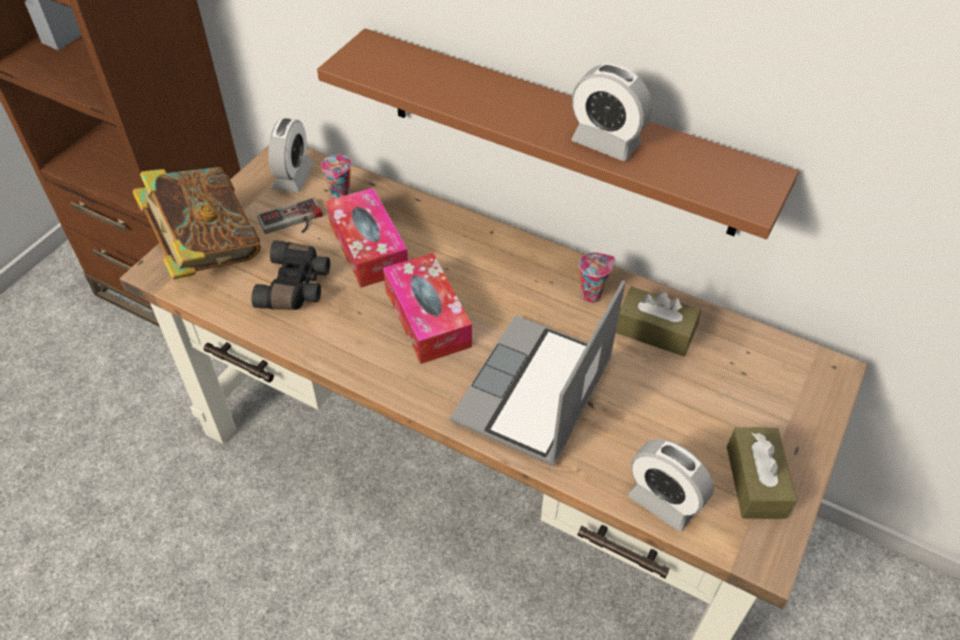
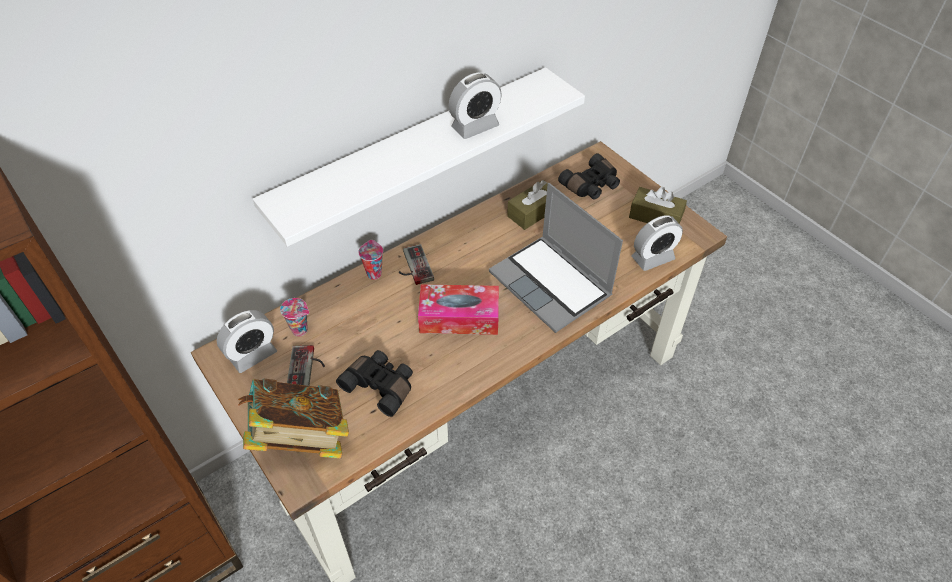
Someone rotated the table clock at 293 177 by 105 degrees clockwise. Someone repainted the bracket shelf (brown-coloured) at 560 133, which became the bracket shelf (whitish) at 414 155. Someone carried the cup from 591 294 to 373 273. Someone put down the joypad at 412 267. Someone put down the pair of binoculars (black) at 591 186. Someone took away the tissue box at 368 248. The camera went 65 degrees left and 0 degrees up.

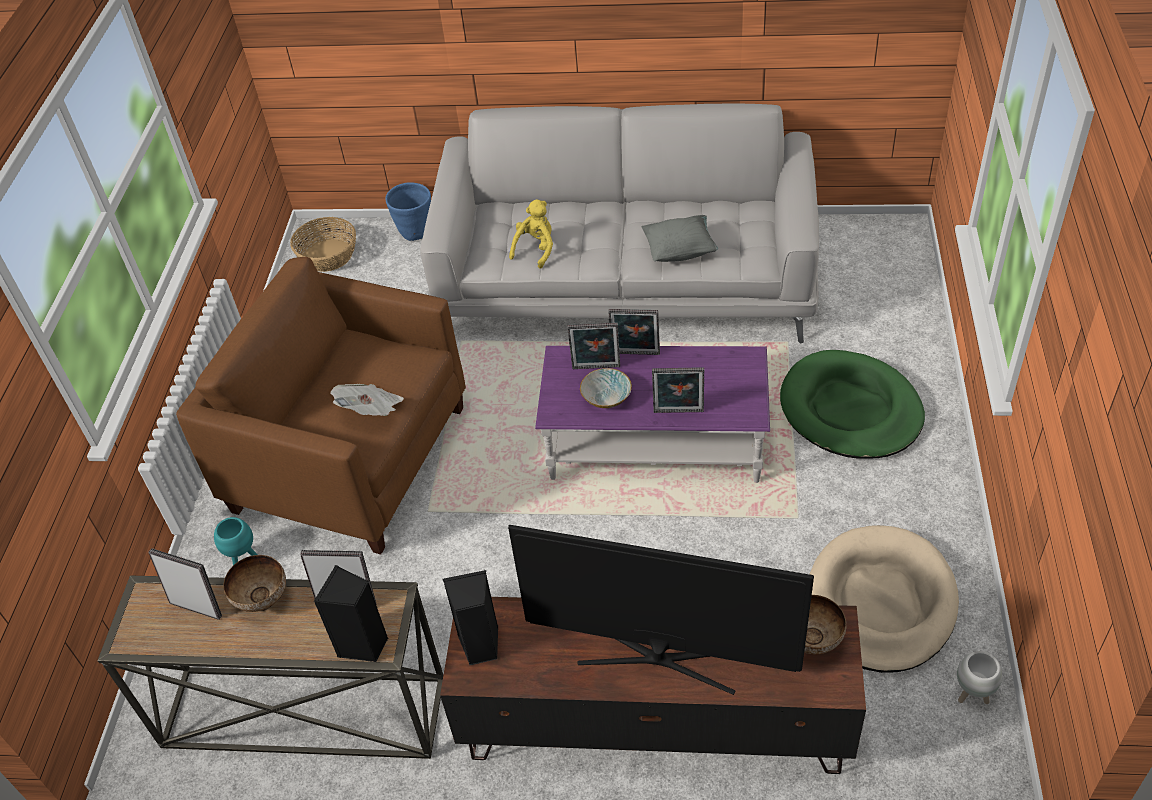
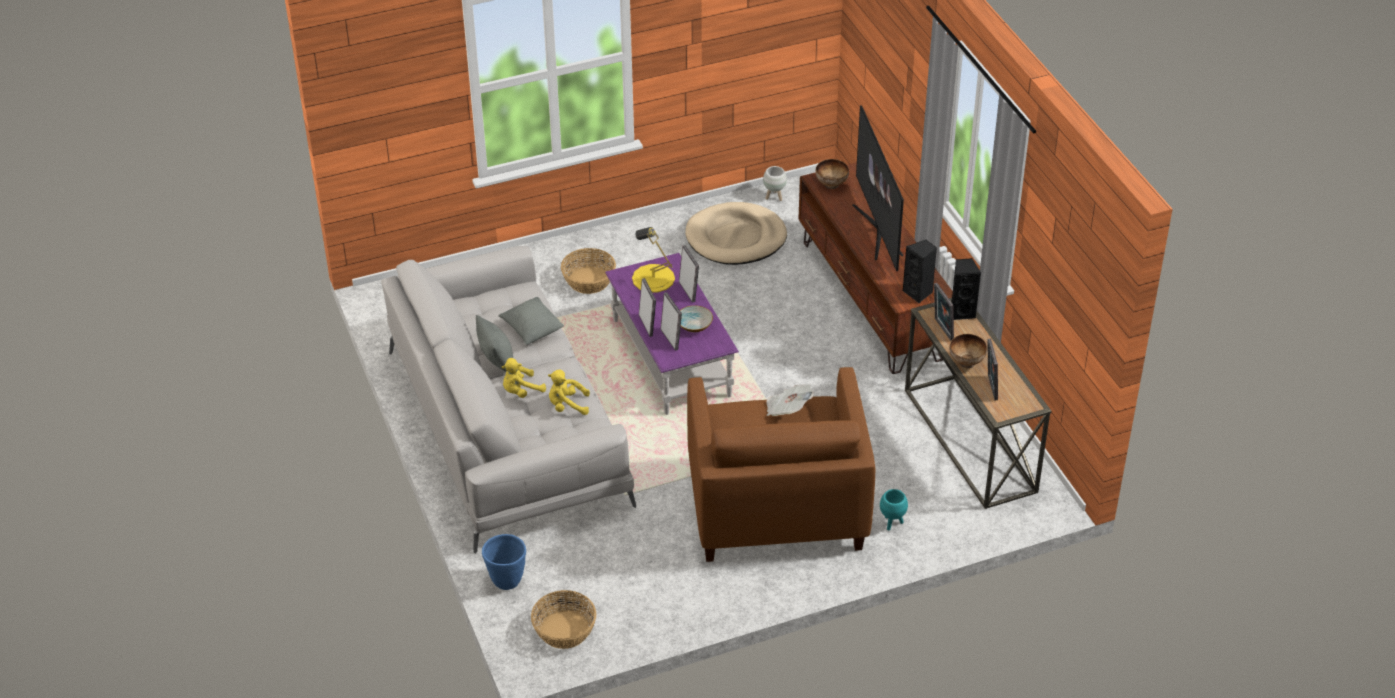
Someone put down the cushion (greyish) at 497 360. Someone put down the cuddly toy (yellowish) at 521 391. Someone swapped the dog cushion (green) at 850 410 for the storage basket at 589 280. Someone put down the table lamp (yellowish) at 653 278. The camera went 120 degrees left and 5 degrees down.

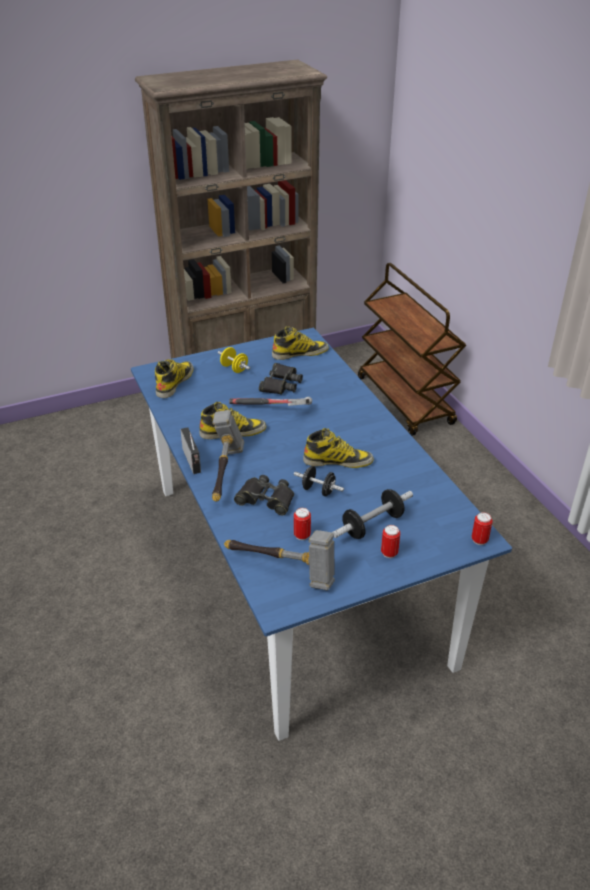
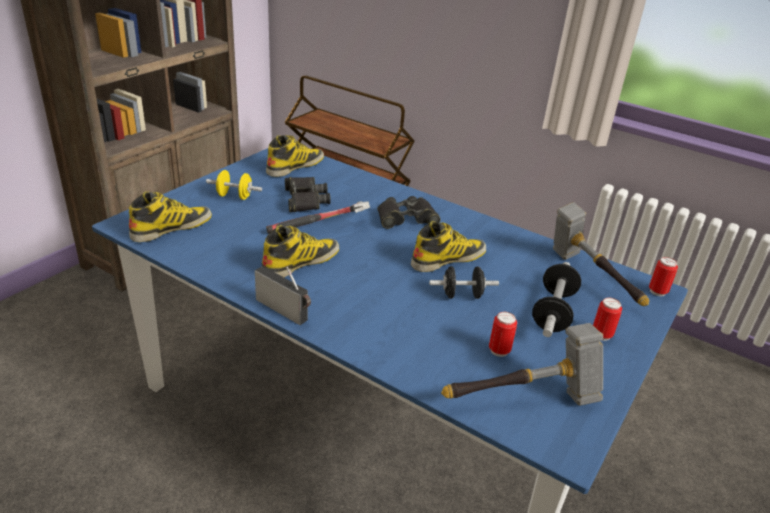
Someone rotated the boot at 174 382 by 60 degrees clockwise. Someone carried the pair of binoculars (black) from 266 499 to 406 218. Someone carried the tool hammer from 225 473 to 591 279. The camera went 35 degrees left and 5 degrees down.

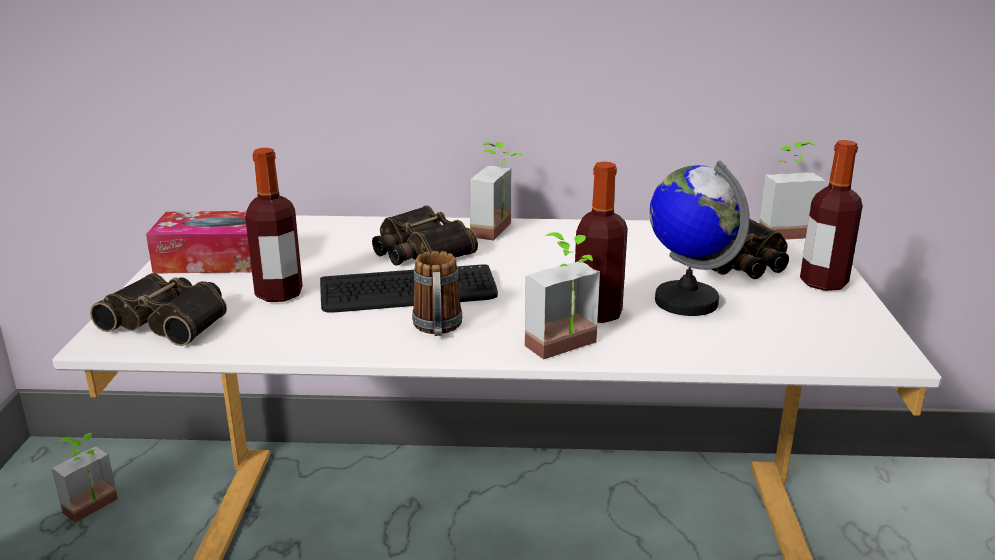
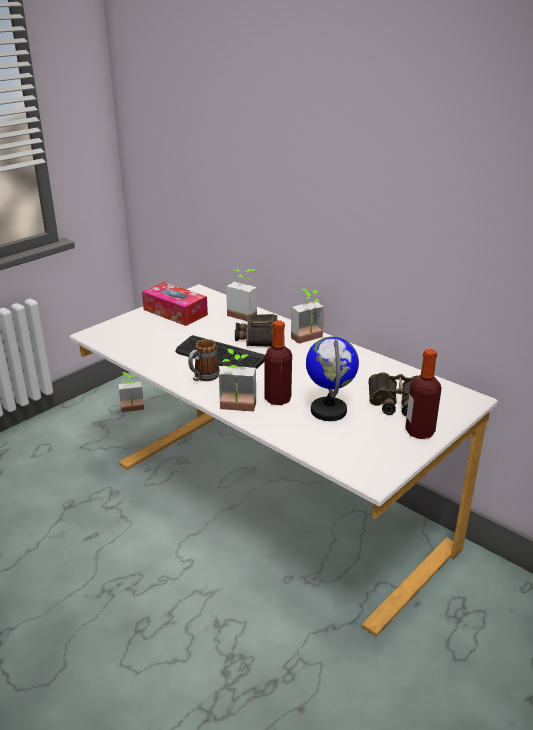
Someone carried the plant in a pot from 782 230 to 245 314. Someone took away the pair of binoculars at 170 320. Someone took away the drink bottle at 279 294. The camera went 40 degrees right and 5 degrees up.

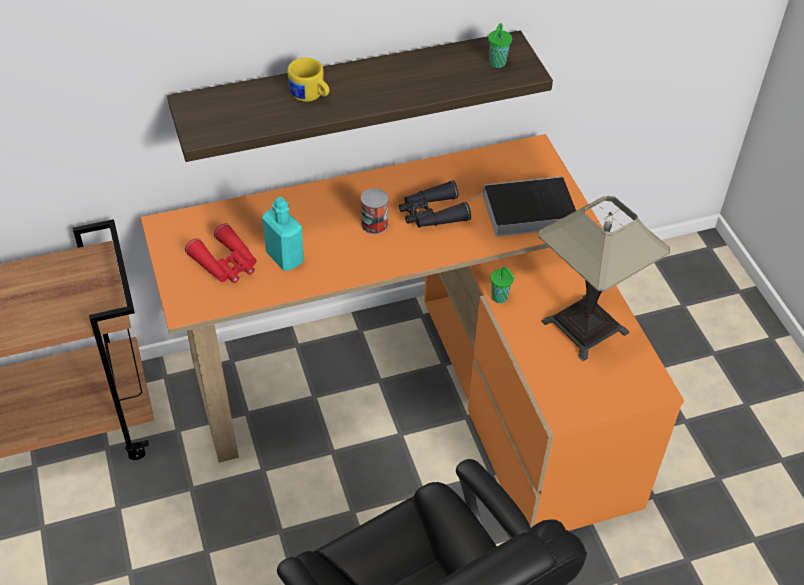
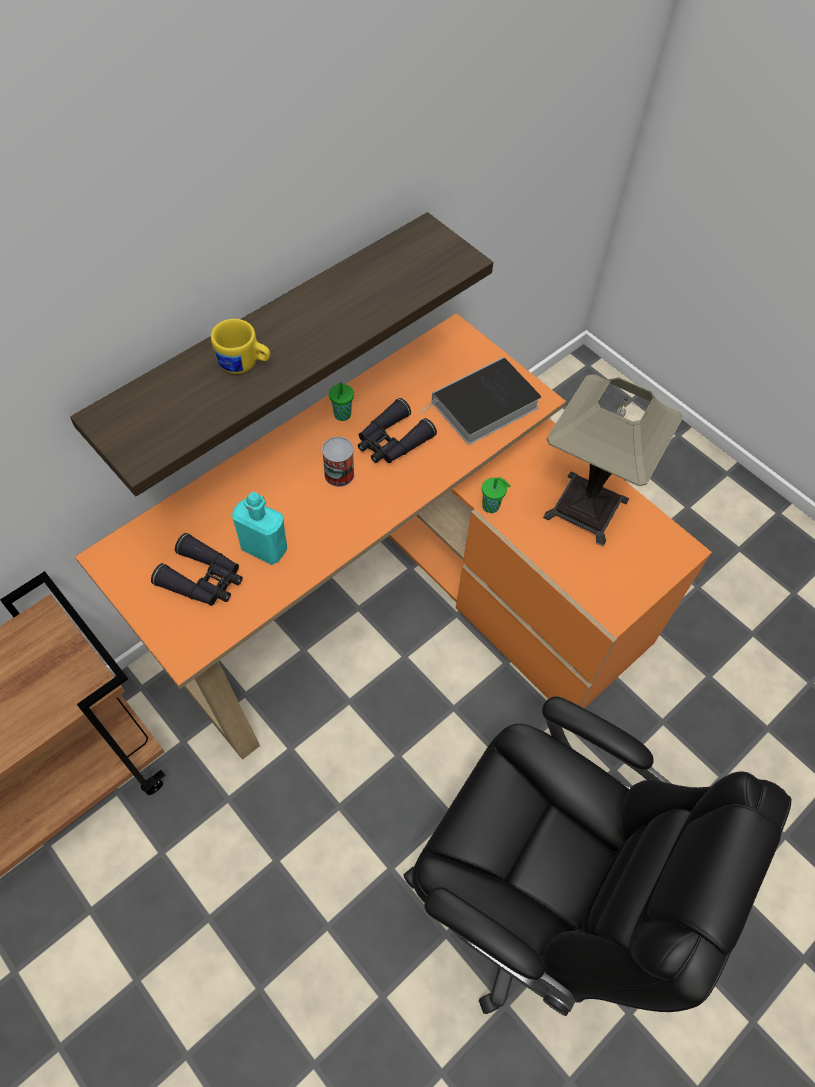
Someone repainted the pair of binoculars (red) at 226 264, which became the pair of binoculars (black) at 203 579. Someone carried the cup (green) from 496 63 to 342 415. The camera went 25 degrees left and 10 degrees up.

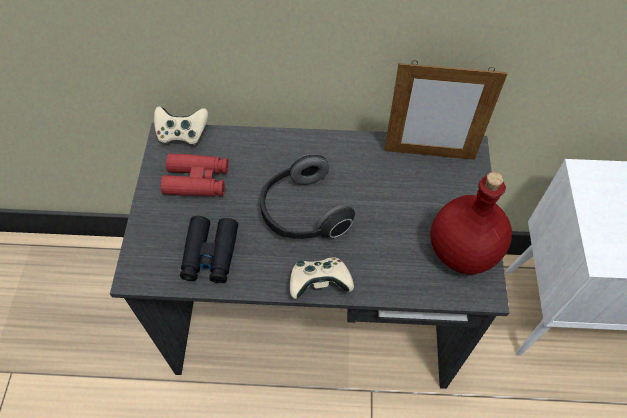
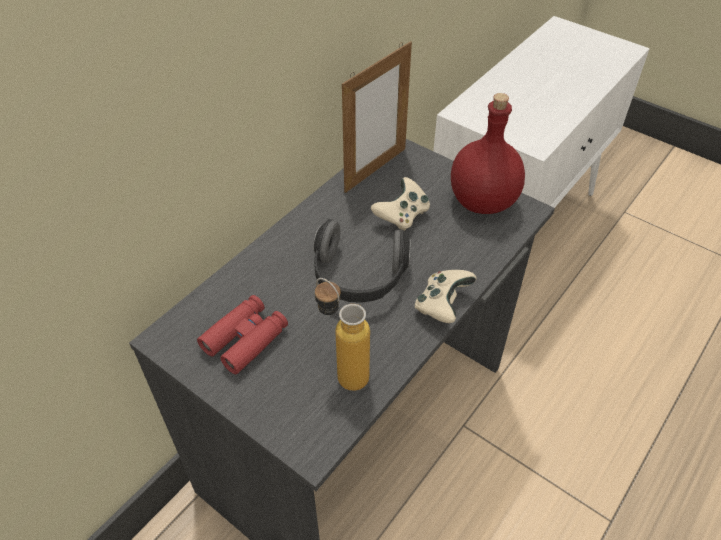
Someone swapped the pair of binoculars (black) at 210 254 for the drink bottle at 343 371. Someone carried the joypad (sand-coloured) from 182 134 to 402 216. The camera went 55 degrees left and 10 degrees down.

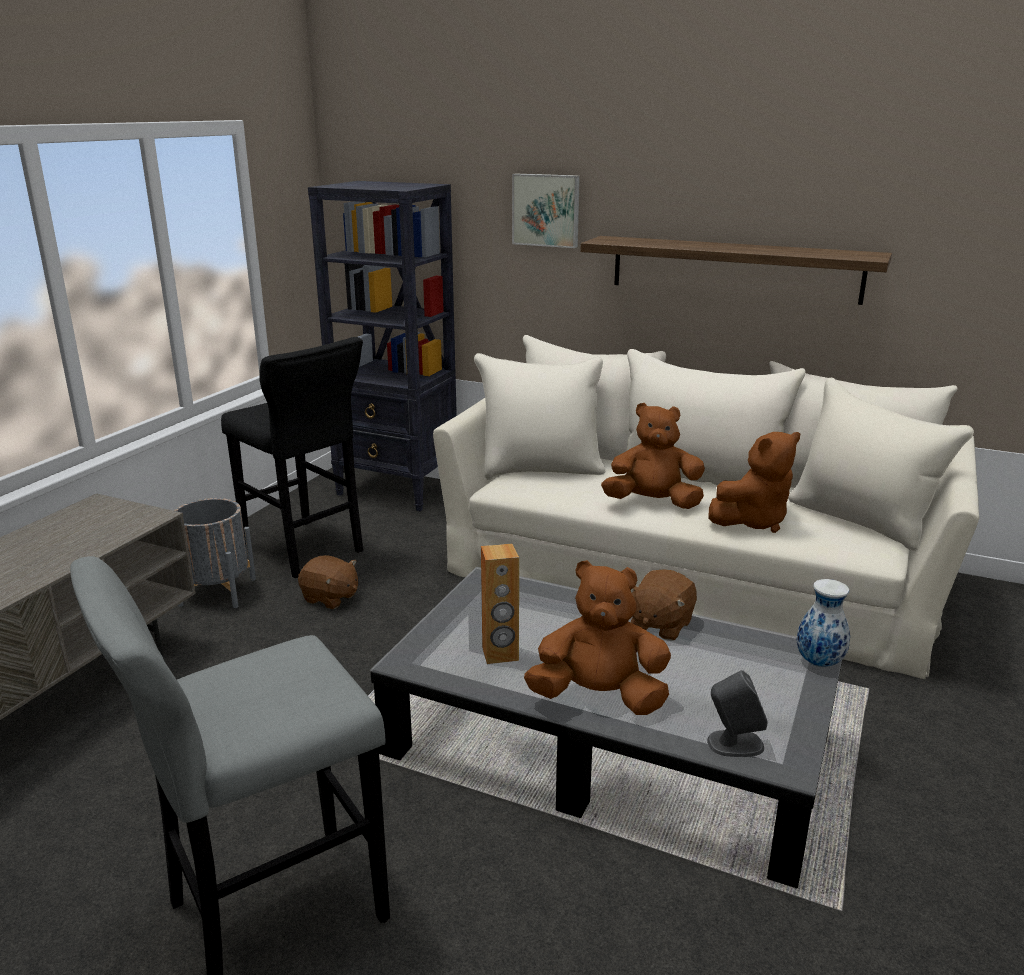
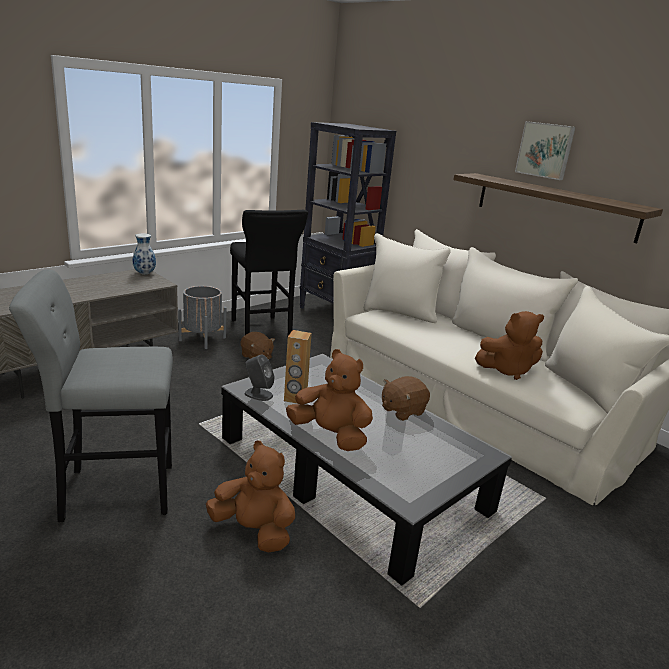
Someone carried the flower vase from 820 662 to 145 273. Someone carried the cuddly toy (brown-coloured) from 652 503 to 254 530. Someone carried the loudspeaker (greyish) from 734 744 to 258 394. Someone carried the wall art from 546 210 to 545 150. The camera went 20 degrees right and 0 degrees up.

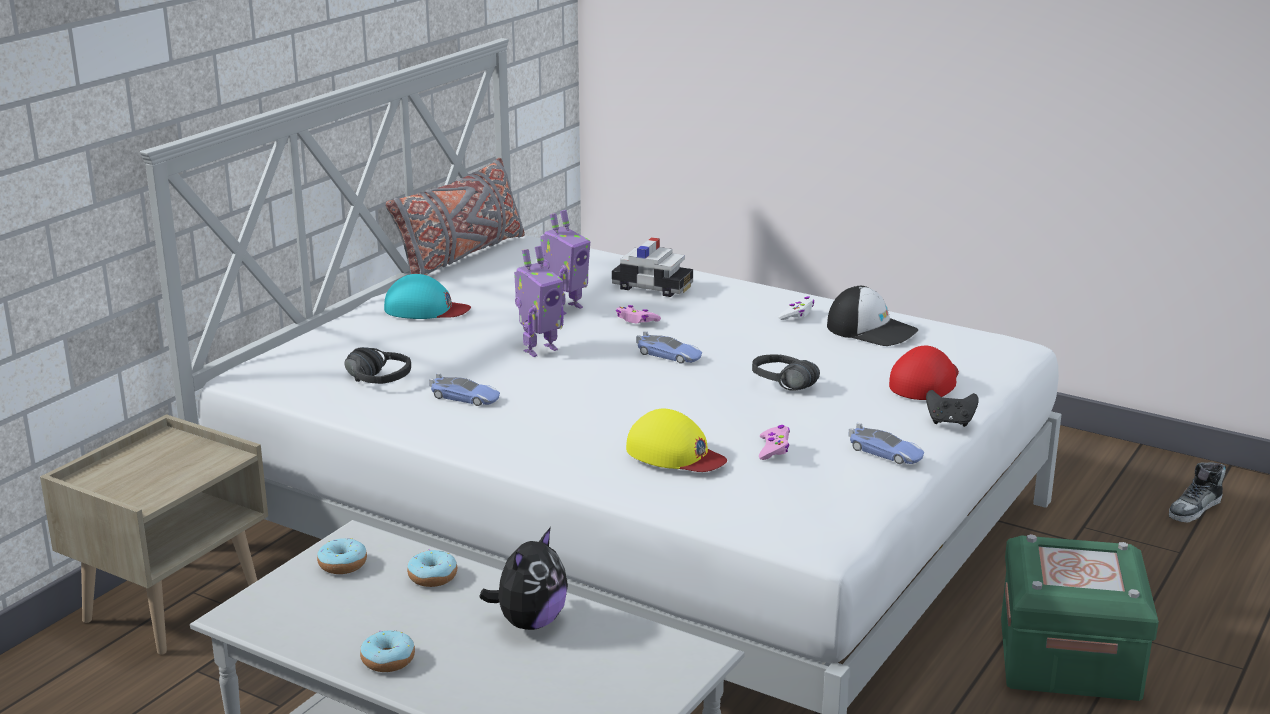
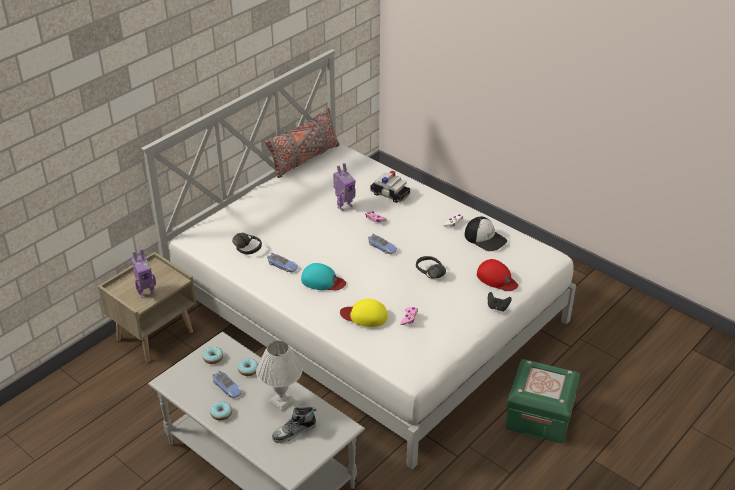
Someone carried the toy robot from 539 350 to 146 292. Someone carried the miniature car from 885 453 to 227 387. Someone swapped the cuddly toy at 529 622 for the table lamp (whitish) at 282 400. Someone carried the item of footwear from 1195 509 to 294 431. Someone carried the cap (blue-green) from 425 309 to 322 281. Someone rotated the cap (yellowish) at 675 454 by 150 degrees clockwise. Someone rotated the cap (red) at 926 382 by 90 degrees clockwise. The camera went 10 degrees right and 15 degrees up.

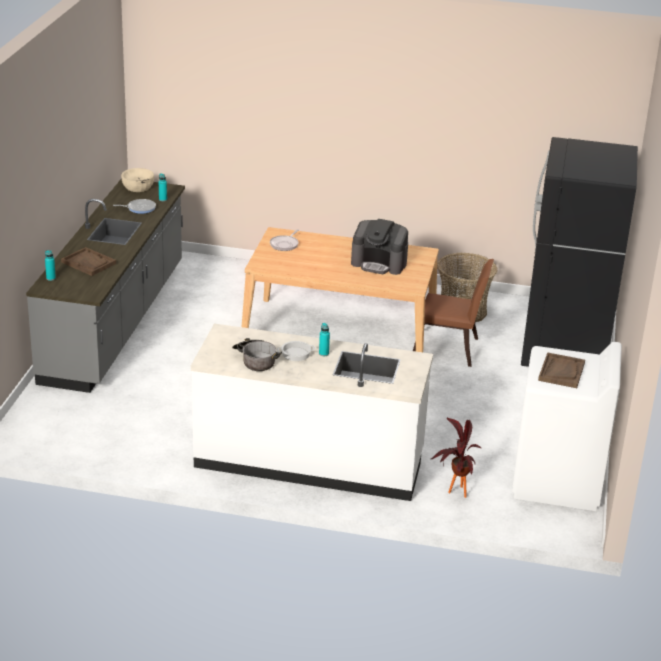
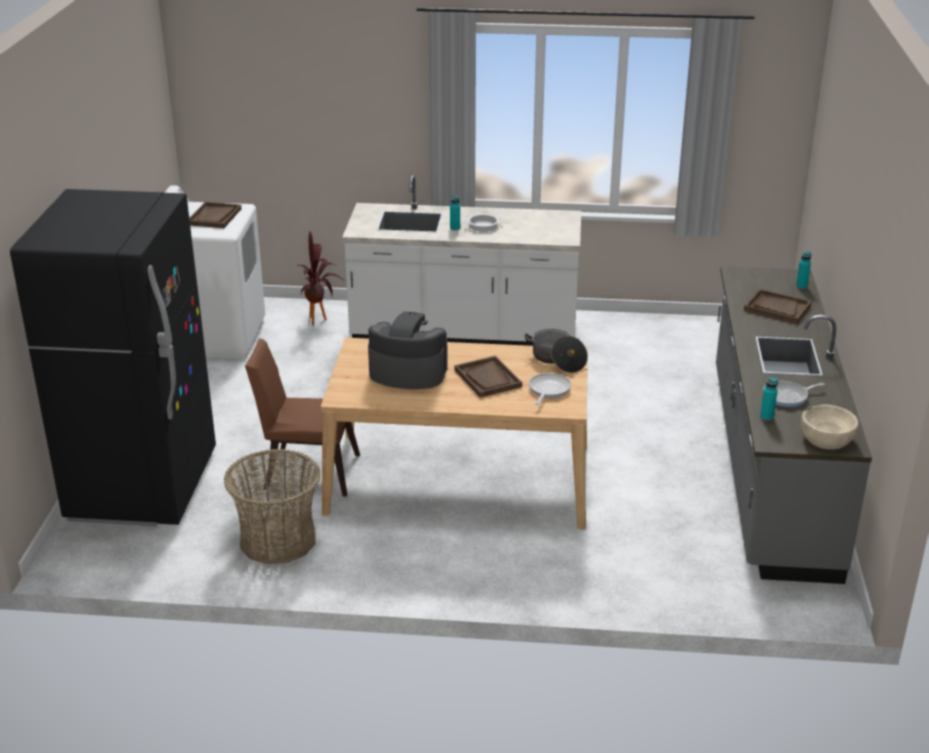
Someone put down the tray (brown-coloured) at 488 378. Someone carried the saucepot from 255 360 to 557 360. The camera went 175 degrees right and 0 degrees up.

